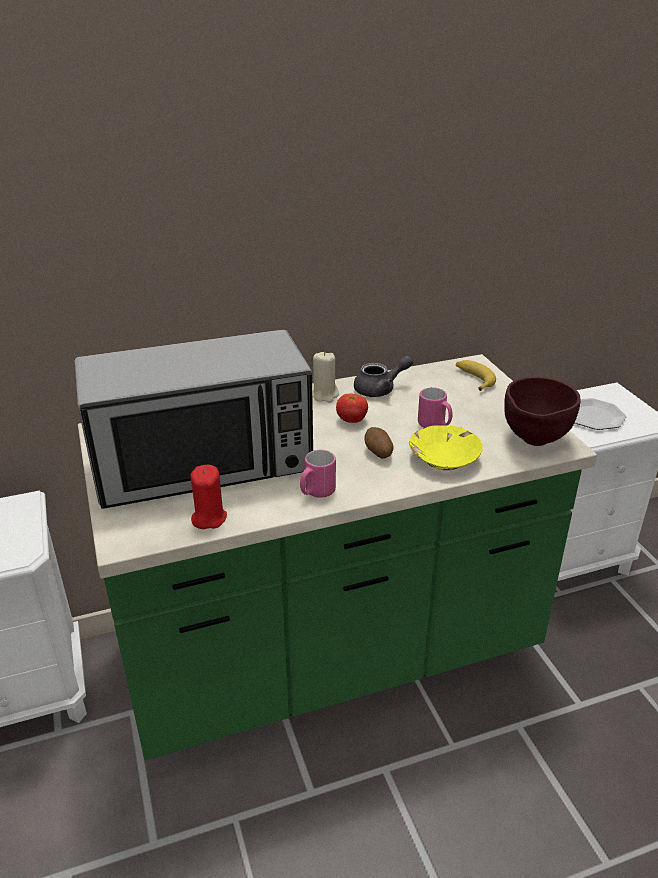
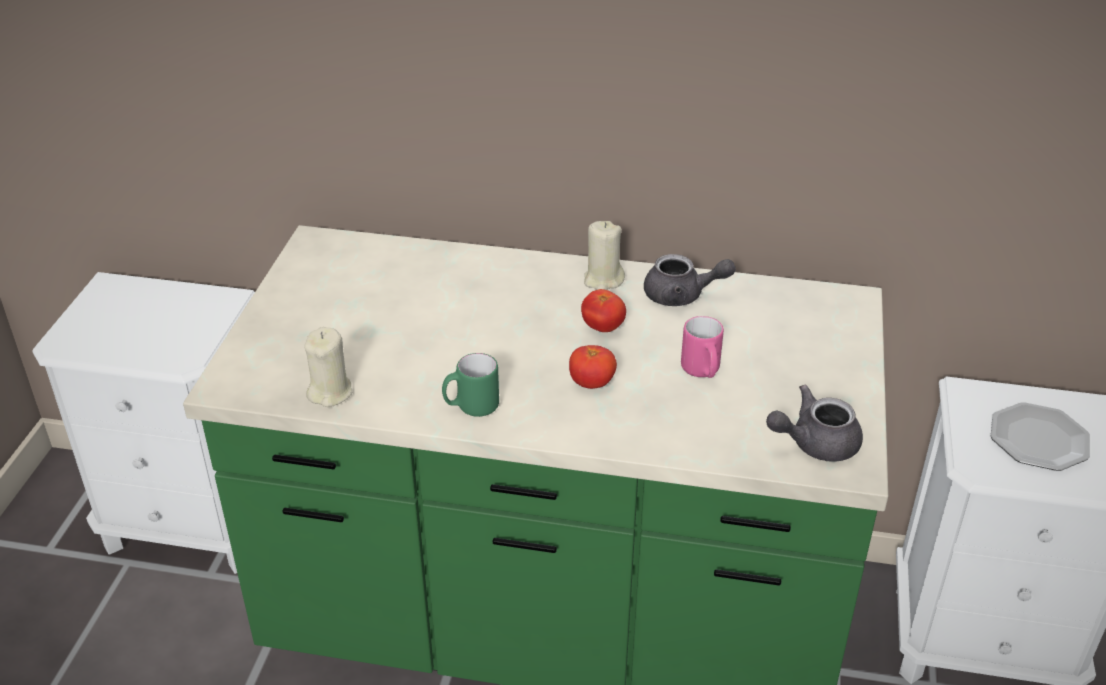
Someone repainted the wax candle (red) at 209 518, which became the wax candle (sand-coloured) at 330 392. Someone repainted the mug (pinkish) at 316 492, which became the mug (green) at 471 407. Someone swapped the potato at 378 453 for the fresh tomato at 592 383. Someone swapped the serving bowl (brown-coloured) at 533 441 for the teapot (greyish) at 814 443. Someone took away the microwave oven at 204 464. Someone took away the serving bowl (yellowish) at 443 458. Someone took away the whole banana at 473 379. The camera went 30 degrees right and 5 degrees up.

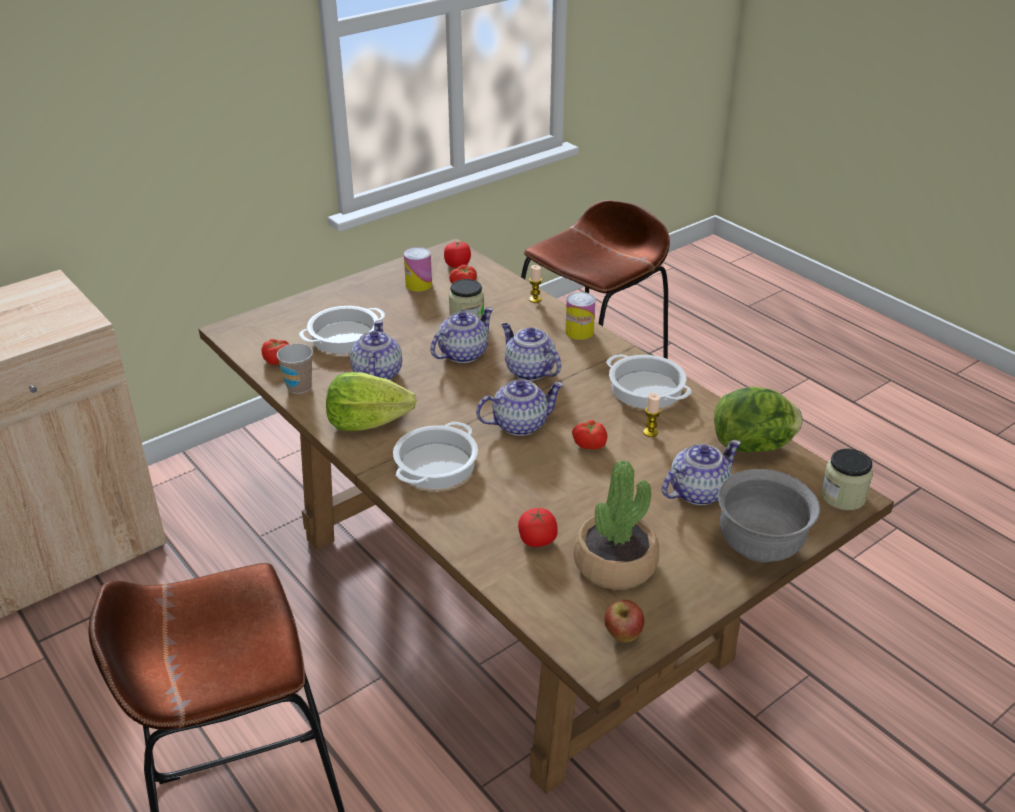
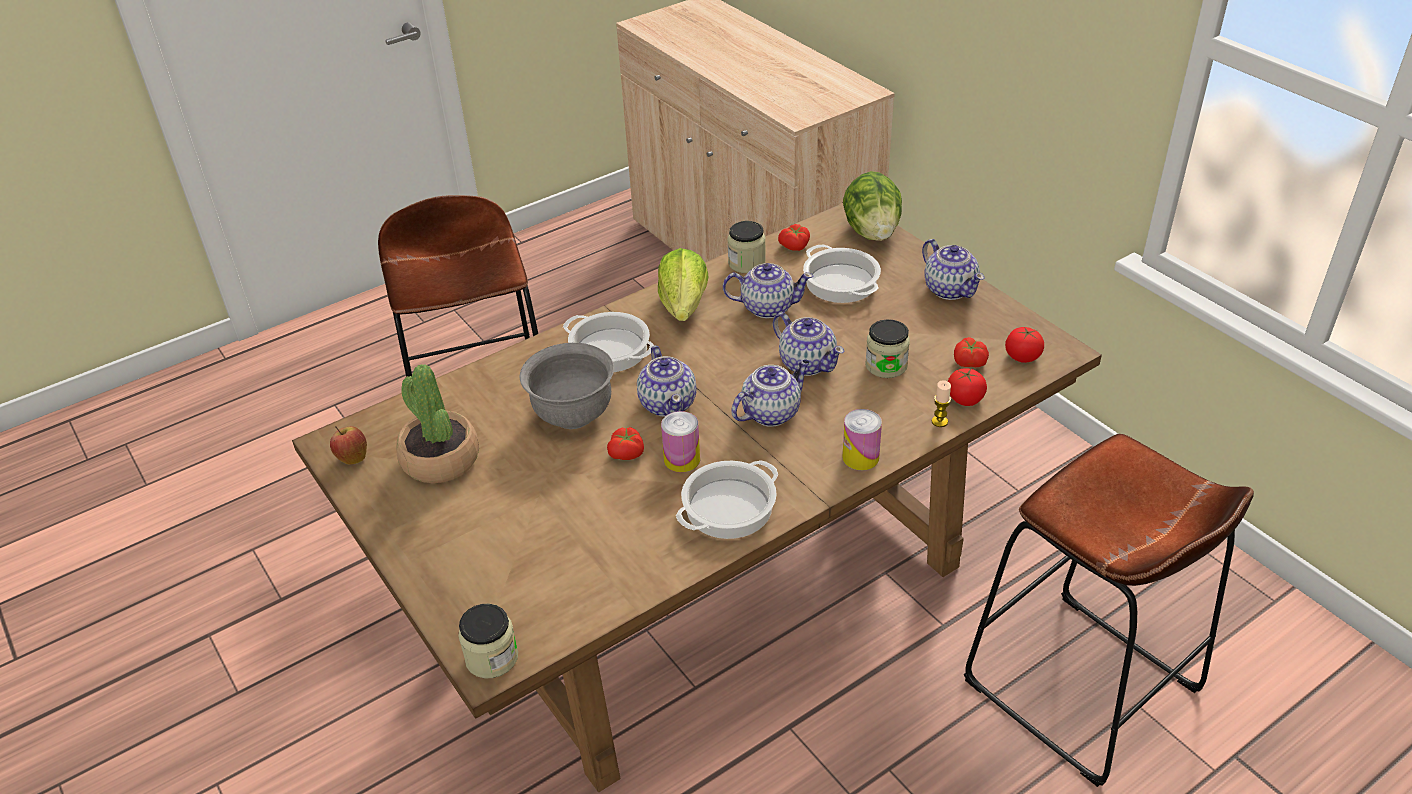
Someone carried the serving bowl (greyish) from 759 547 to 573 414. Someone carried the metal can from 418 285 to 682 459. Someone swapped the cup at 299 387 for the preserve jar at 746 263. Someone carried the lettuce from 753 446 to 872 232. Someone carried the teapot from 697 492 to 950 289. Someone carried the fresh tomato from 537 540 to 965 399. Someone took away the wax candle at 650 432. The camera went 95 degrees right and 5 degrees up.

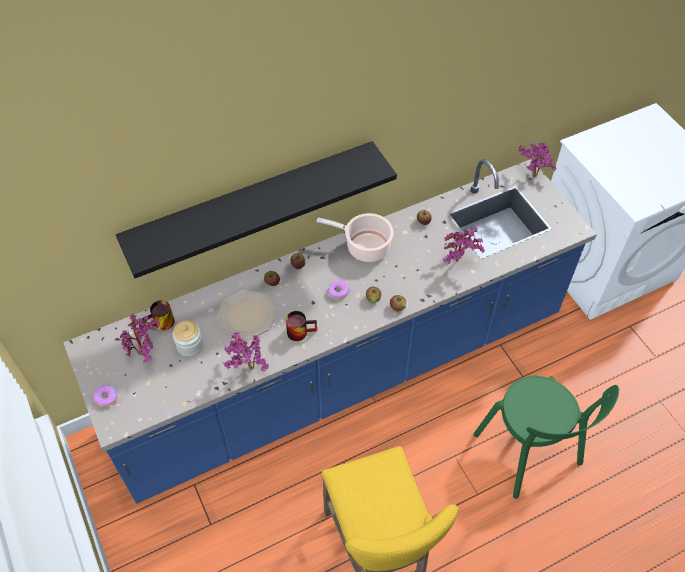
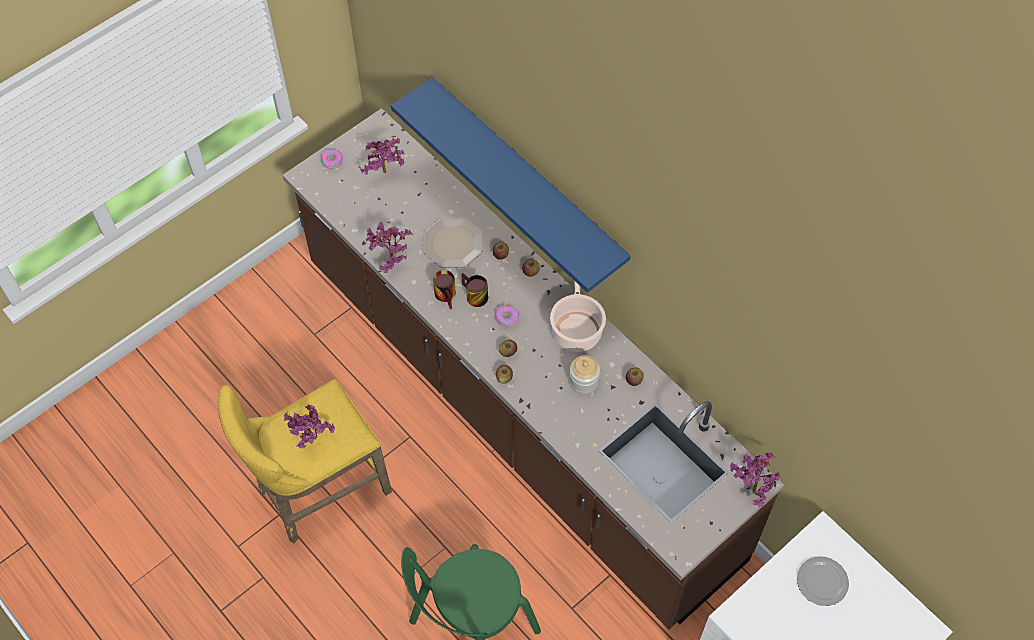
Someone repainted the kitchen base unit (bluish) at 342 373, which became the kitchen base unit (brown-coloured) at 517 409. Someone carried the plant in a pot from 459 262 to 312 441. Someone repainted the bracket shelf (black) at 251 202, which became the bracket shelf (bluish) at 527 178. Someone carried the mug from 161 325 to 473 296. Someone carried the preserve jar from 190 346 to 583 381. Someone put down the flat dish at 821 581. The camera went 75 degrees right and 5 degrees up.

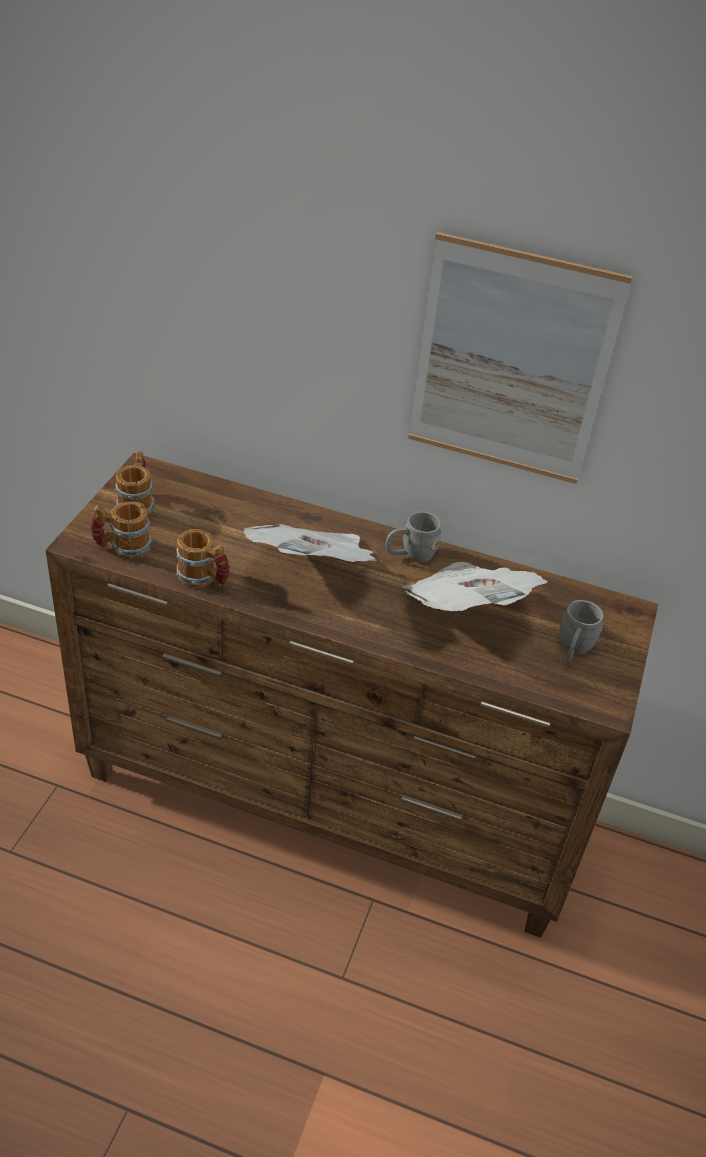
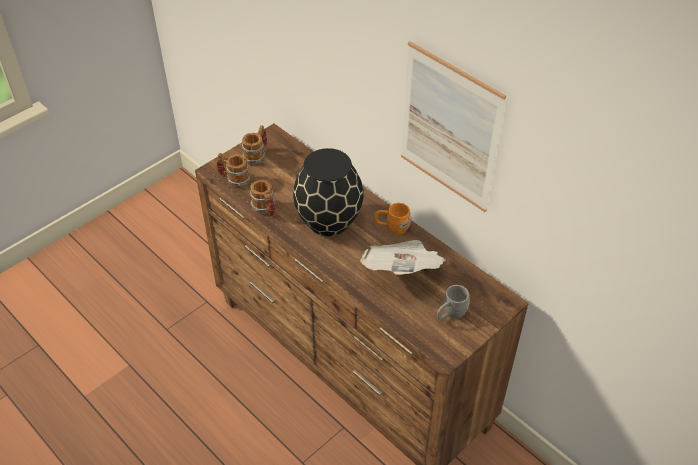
Someone swapped the newspaper at 313 569 for the flower vase (black) at 329 220. Someone repainted the mug (greyish) at 411 554, which became the mug (orange-coloured) at 392 227. The camera went 30 degrees right and 5 degrees up.

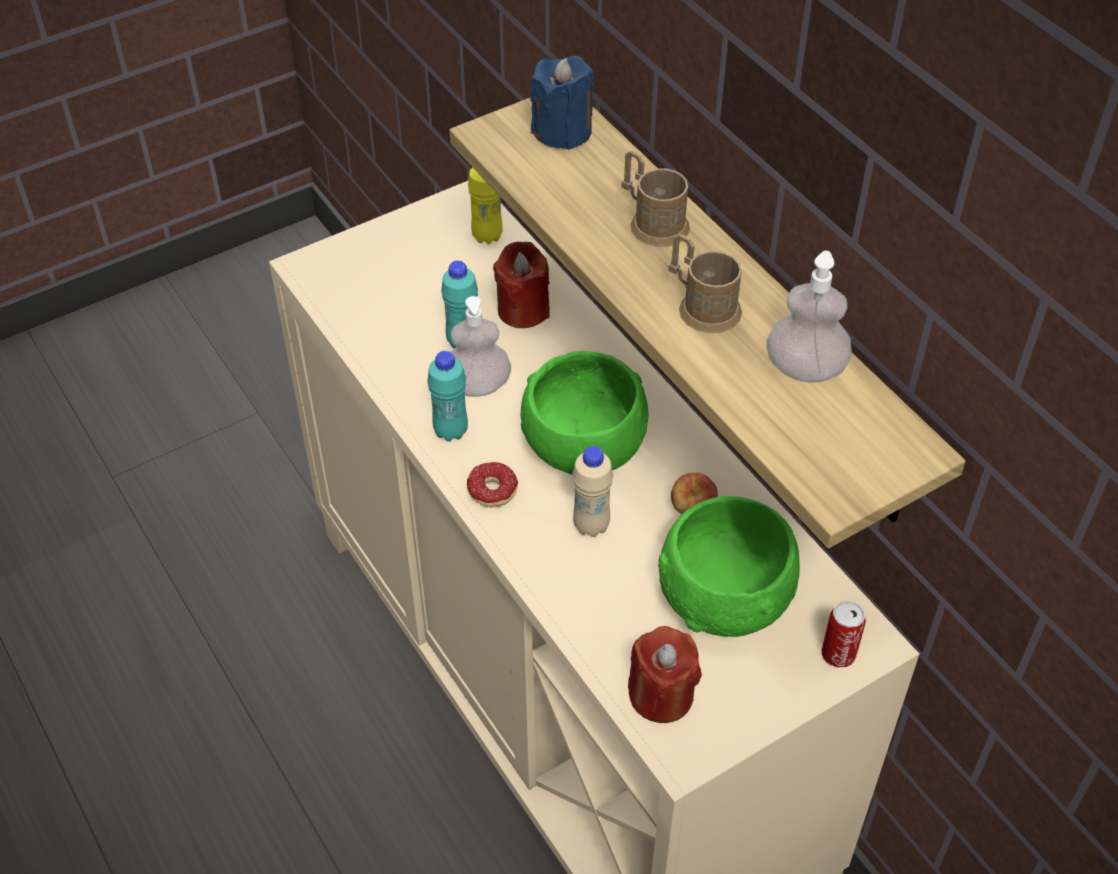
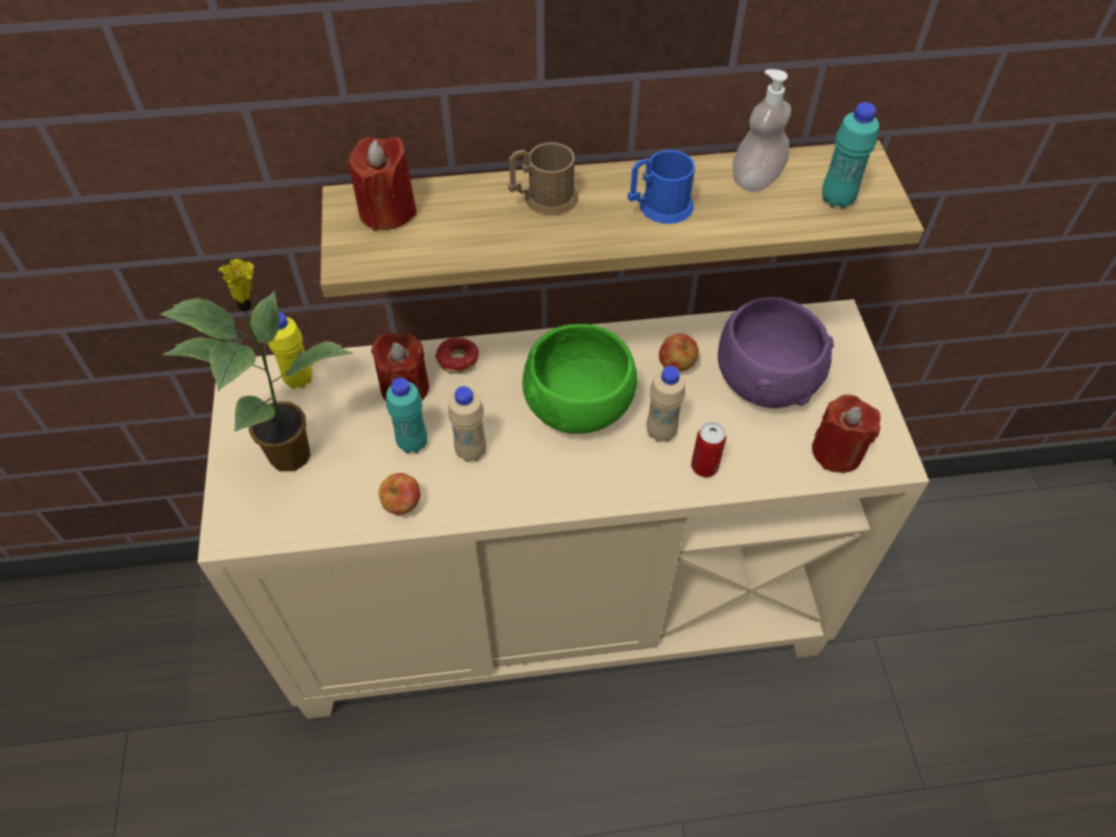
Someone put down the plant in a pot at 292 452. Someone repainted the wax candle (bluish) at 562 131, which became the wax candle (red) at 387 211. Someone put down the apple fruit at 402 505. Someone carried the donut from 484 495 to 458 367. Someone swapped the soap bottle at 478 386 for the drink bottle (sand-coloured) at 471 451. Someone repainted the mug (brown-coloured) at 702 306, which became the mug (bluish) at 658 207. Someone carried the metal can from 838 654 to 704 466. Someone repainted the serving bowl (green) at 726 598, which became the serving bowl (purplish) at 766 379. Someone carried the drink bottle (blue-green) from 450 431 to 837 199. The camera went 65 degrees left and 5 degrees up.

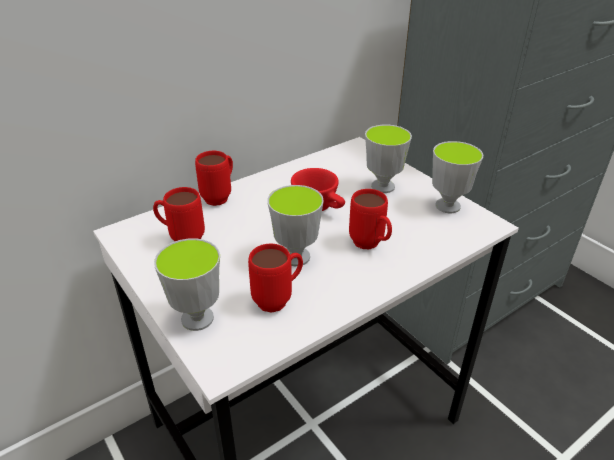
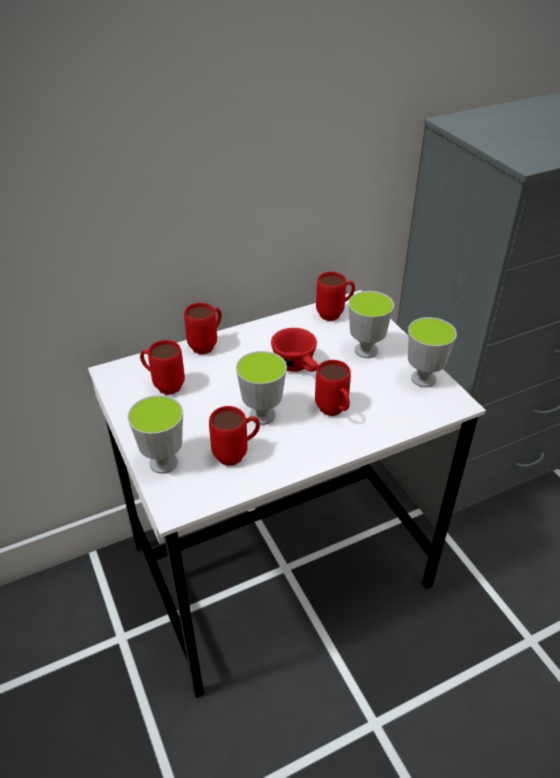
Someone put down the mug (red) at 335 314. The camera went 10 degrees right and 5 degrees up.

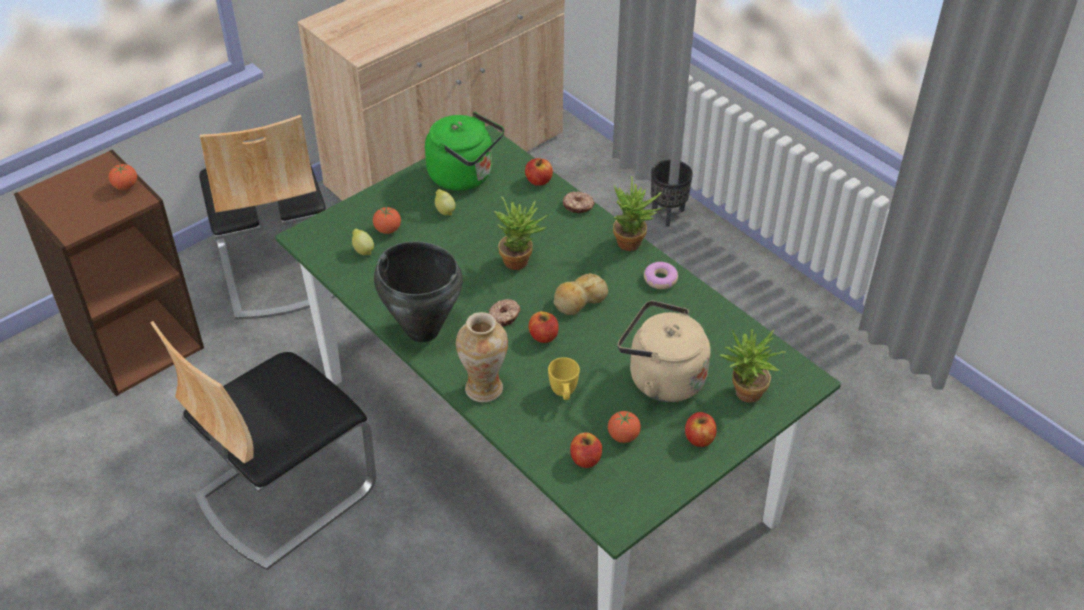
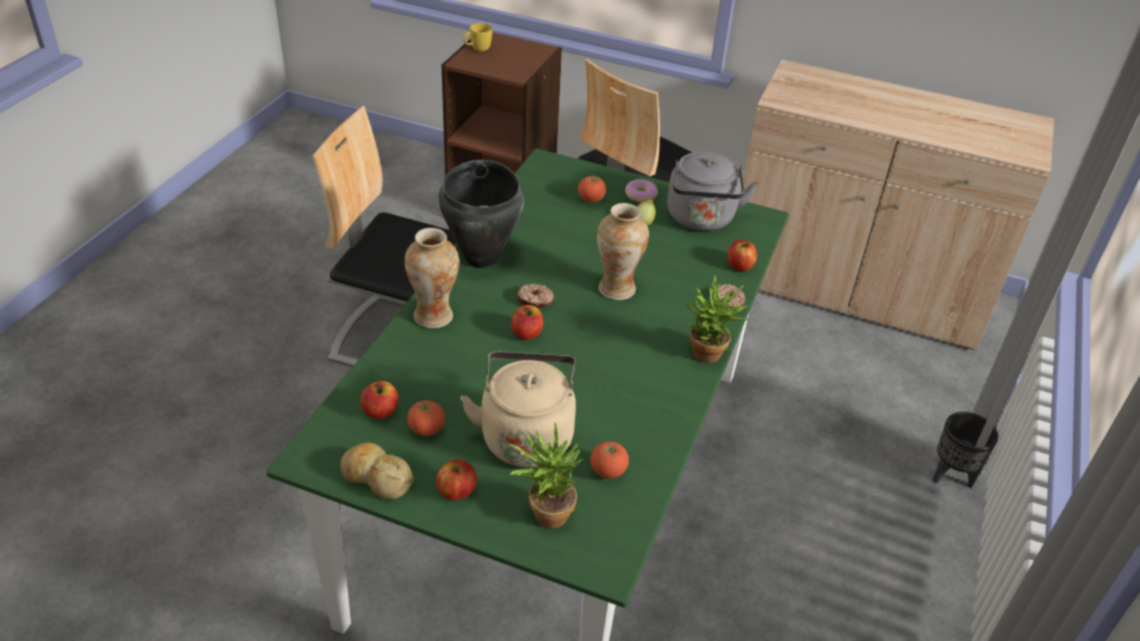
Someone carried the bread from 579 300 to 376 477. Someone carried the mug (yellowish) from 564 394 to 477 50. Someone carried the fresh tomato from 125 186 to 608 471. Someone swapped the plant in a pot at 521 261 for the flower vase at 617 288. Someone carried the donut from 660 279 to 640 195. Someone repainted the water kettle (green) at 465 176, which became the water kettle (greyish) at 701 220. Someone took away the whole lemon at 363 250. The camera went 60 degrees right and 5 degrees down.

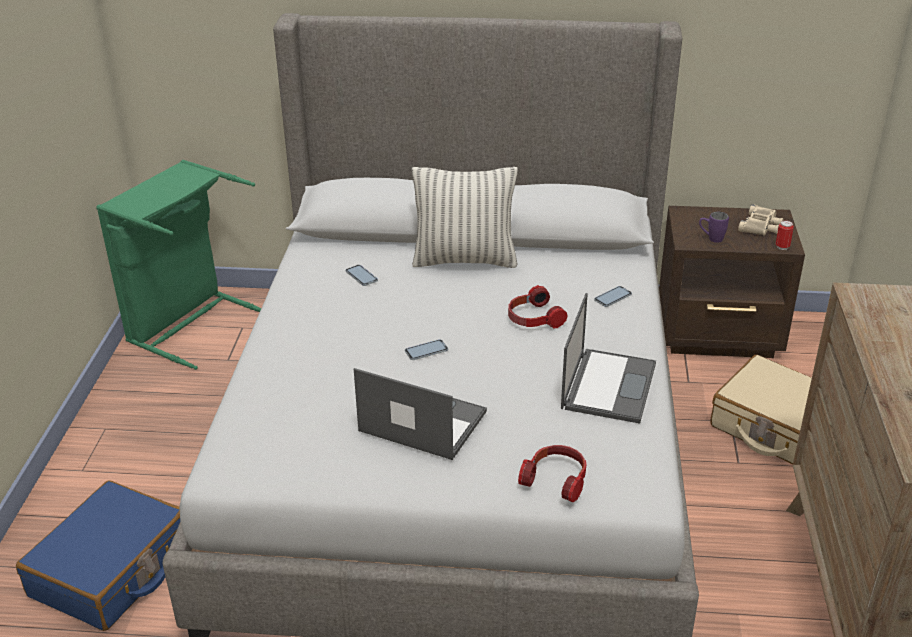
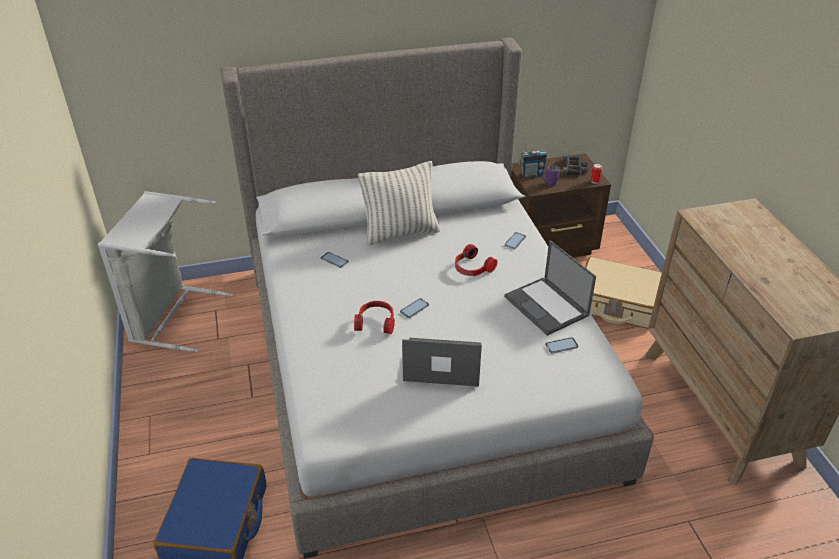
Someone repainted the washing basket (green) at 189 324, which became the washing basket (greyish) at 172 316. Someone carried the headphones from 556 479 to 376 322. Someone rotated the notebook computer at 608 385 by 150 degrees clockwise. Someone put down the radio receiver at 531 174. Someone put down the telephone at 561 346. Someone repainted the pair of binoculars (sand-coloured) at 761 226, which became the pair of binoculars (black) at 574 168. The camera went 20 degrees left and 5 degrees up.

